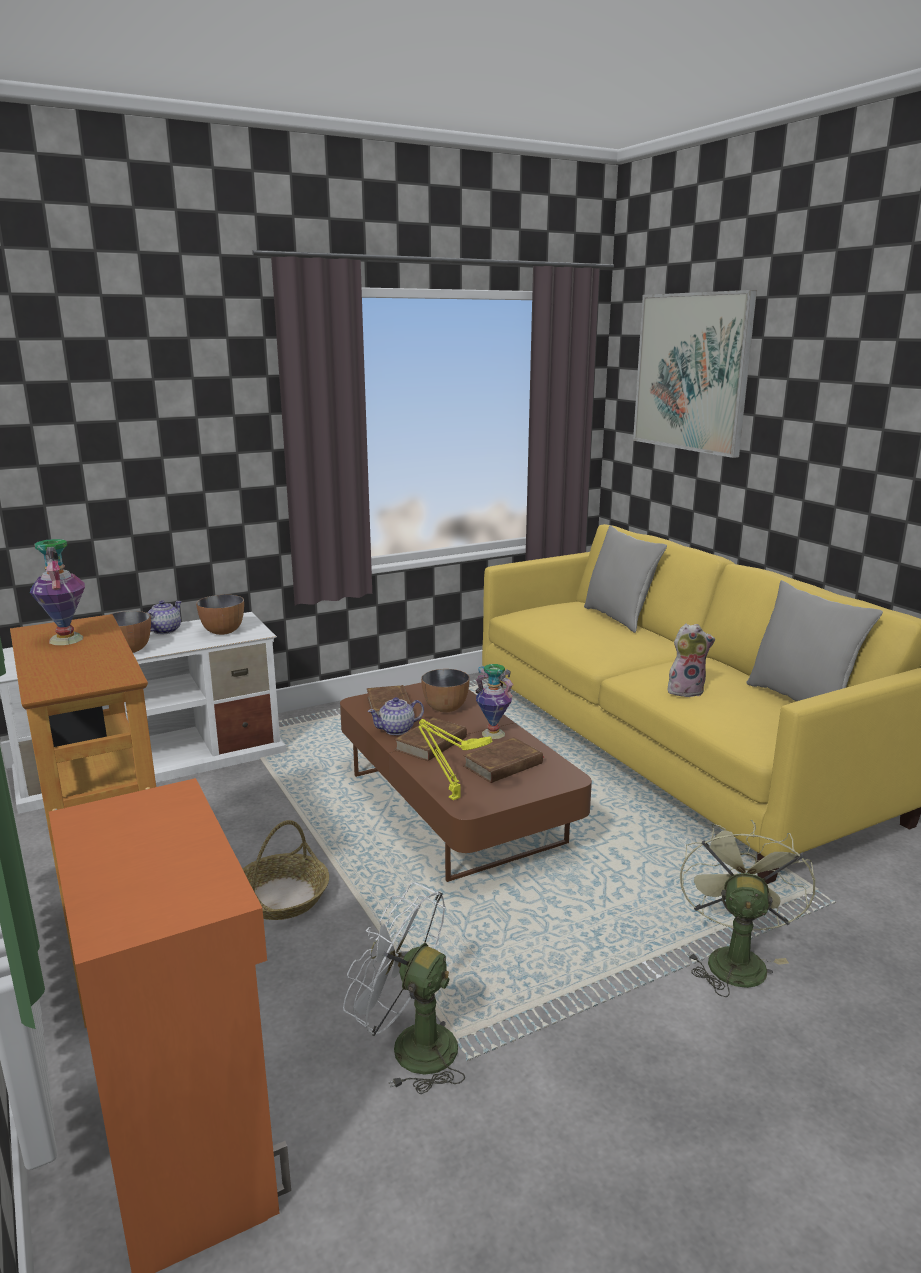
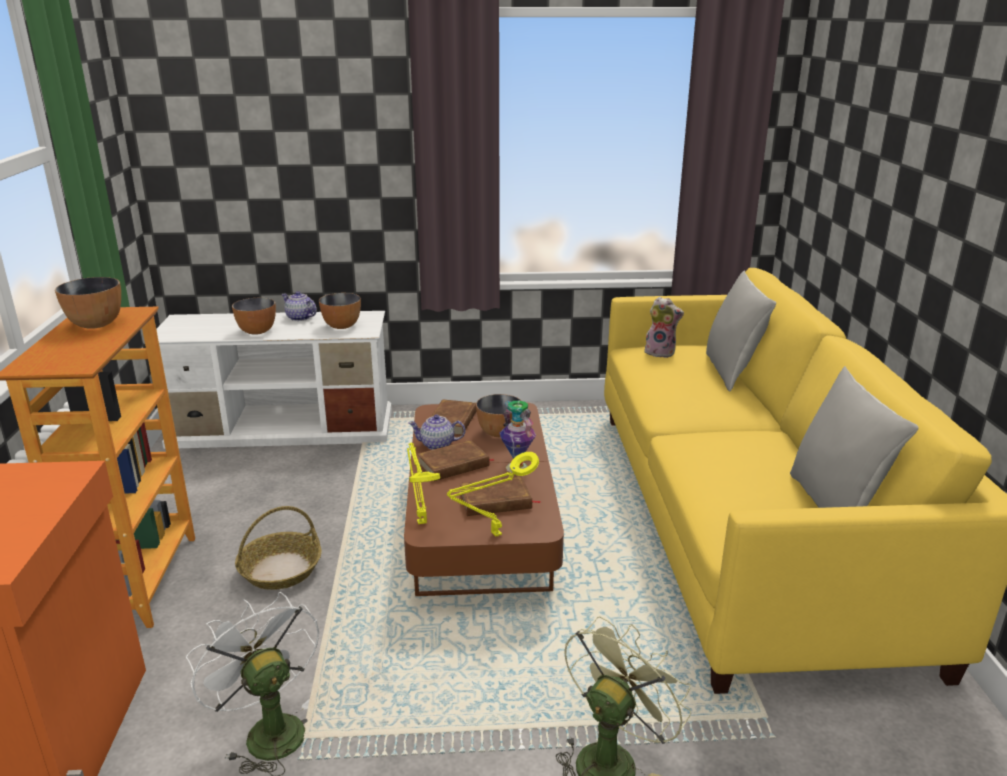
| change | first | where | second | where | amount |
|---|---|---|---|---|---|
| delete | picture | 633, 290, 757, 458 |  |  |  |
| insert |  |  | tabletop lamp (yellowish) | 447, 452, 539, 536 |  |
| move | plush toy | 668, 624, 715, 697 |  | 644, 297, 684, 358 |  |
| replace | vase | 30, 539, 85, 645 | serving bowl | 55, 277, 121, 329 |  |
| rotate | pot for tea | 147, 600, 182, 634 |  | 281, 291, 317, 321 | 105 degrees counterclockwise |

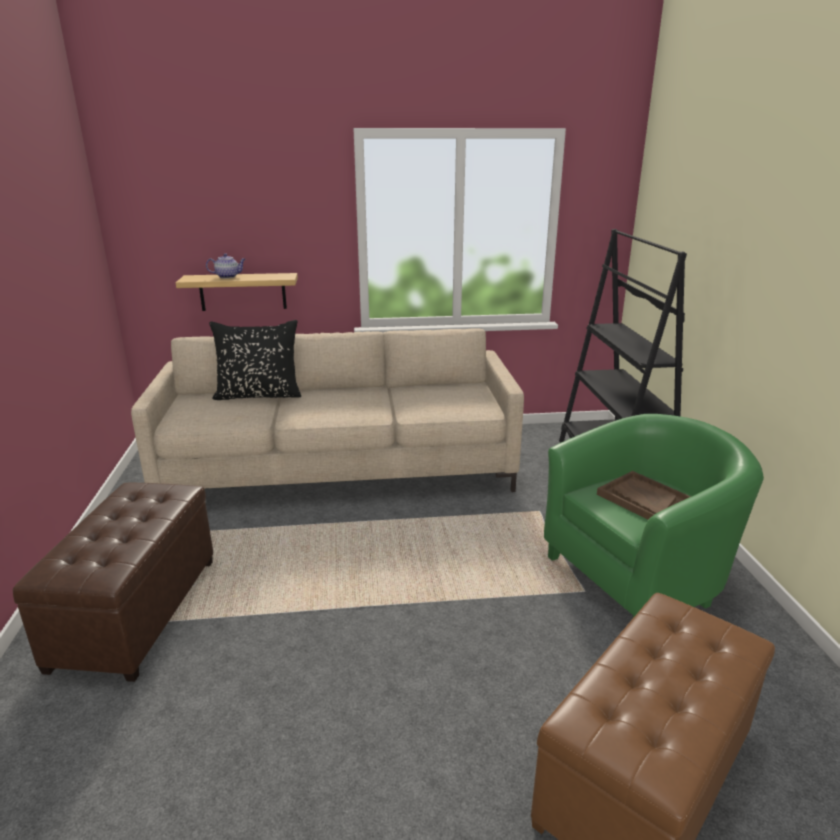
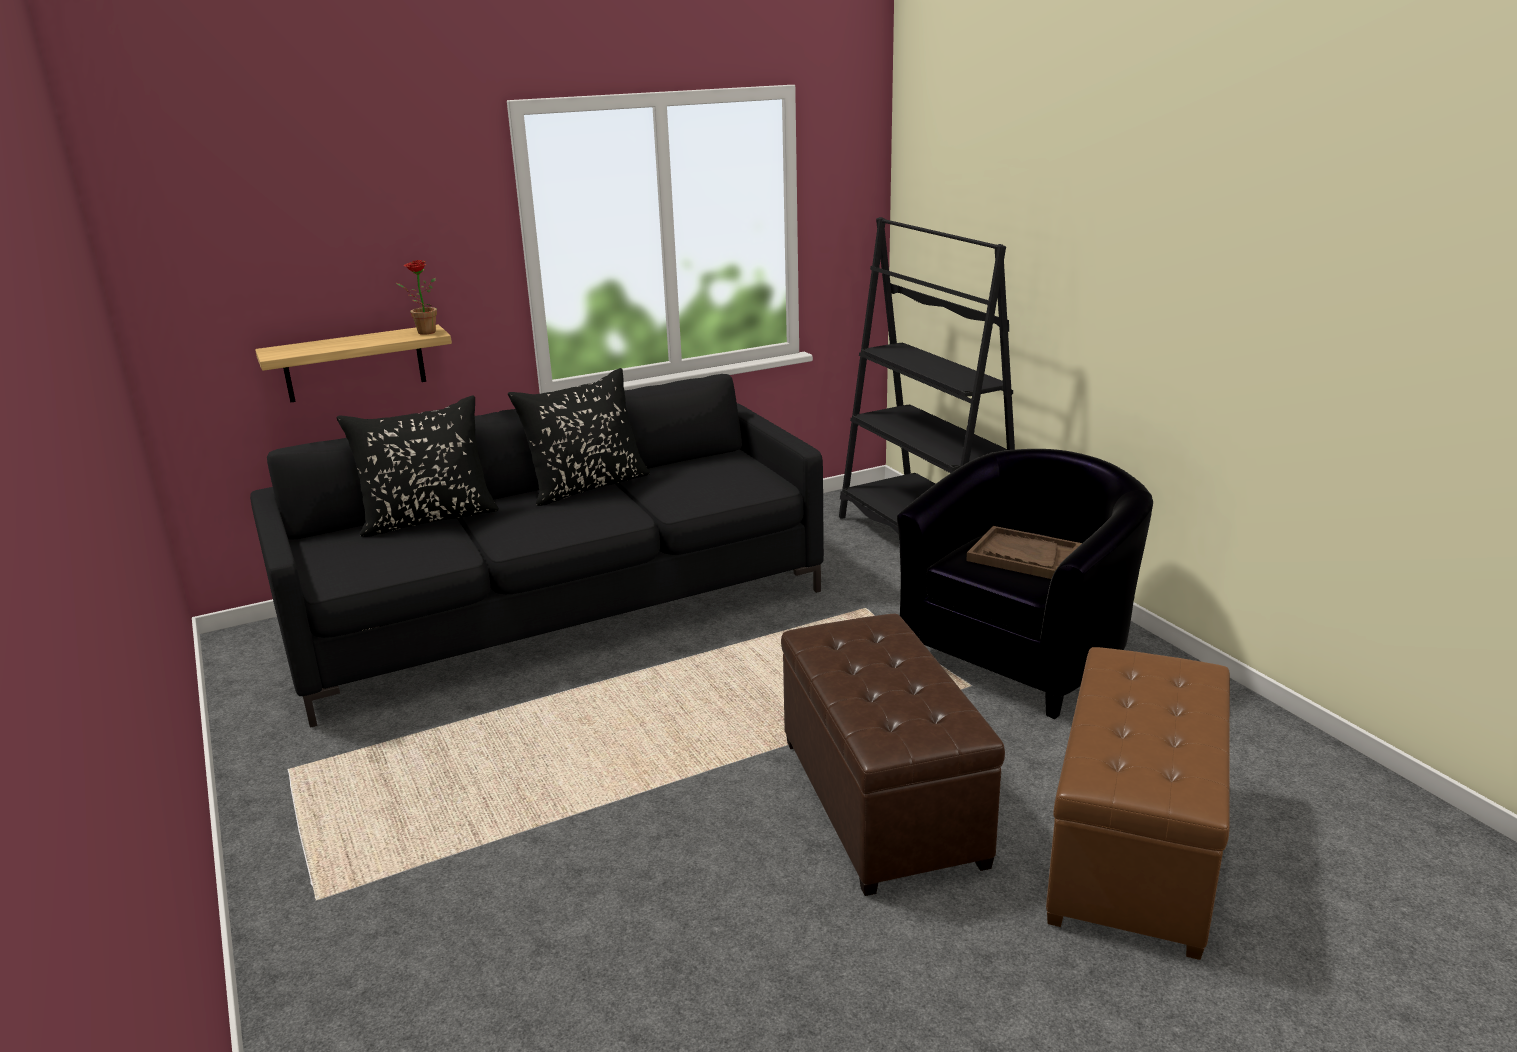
| change | first | where | second | where | amount |
|---|---|---|---|---|---|
| delete | pot for tea | 206, 253, 246, 278 |  |  |  |
| insert |  |  | potted plant | 396, 260, 437, 335 |  |
| insert |  |  | cushion (blackish) | 508, 368, 650, 506 |  |
| move | pouffe (brownish) | 13, 483, 213, 682 |  | 781, 614, 1005, 896 |  |
| recolor | settee (beige) | 131, 328, 524, 492 | settee (blackish) | 250, 374, 824, 728 |  |
| recolor | armchair (green) | 544, 414, 764, 618 | armchair (blackish) | 897, 449, 1153, 719 |  |

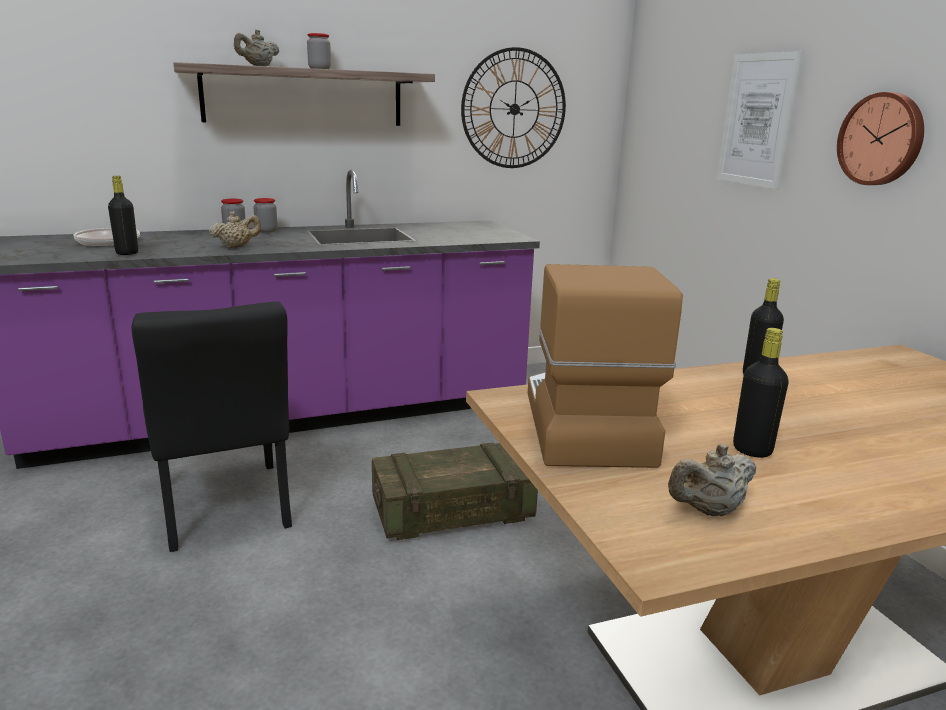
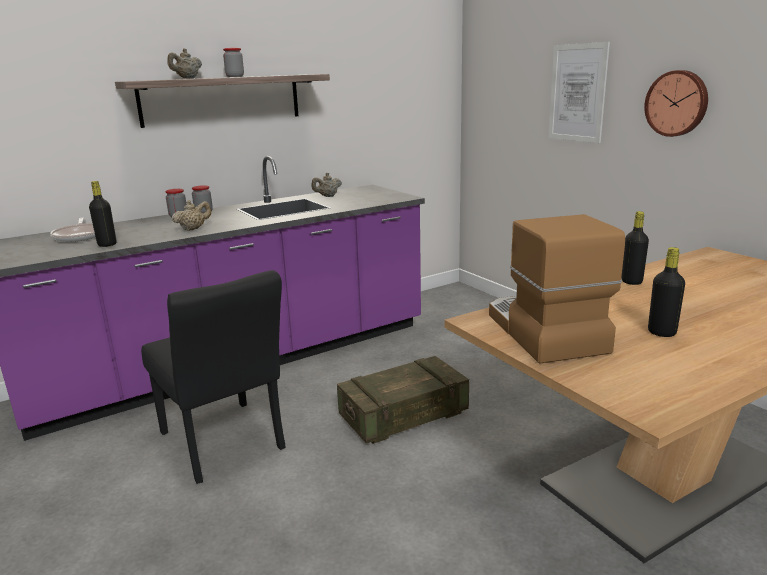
| change | first | where | second | where | amount |
|---|---|---|---|---|---|
| delete | clock on the wall | 461, 47, 566, 168 |  |  |  |
| move | pot for tea (beige) | 668, 444, 756, 516 |  | 311, 173, 342, 197 |  |

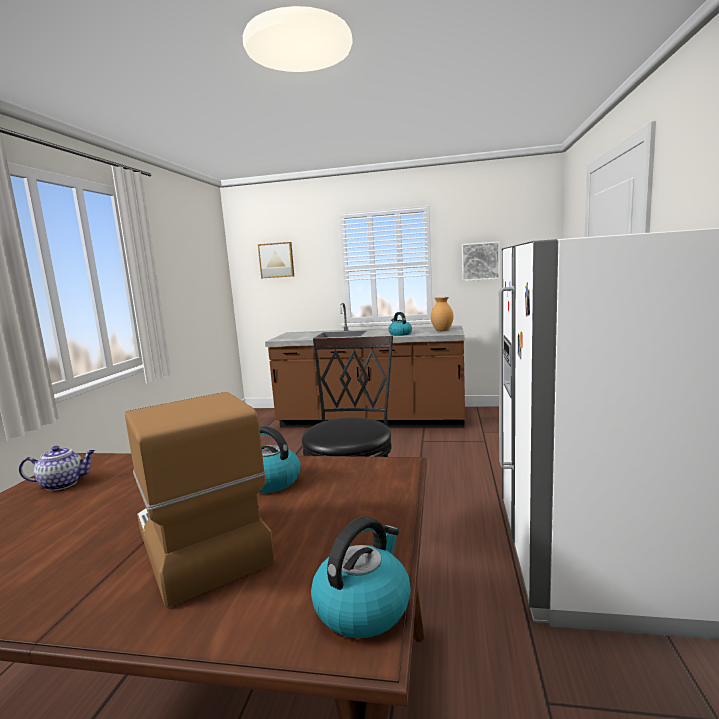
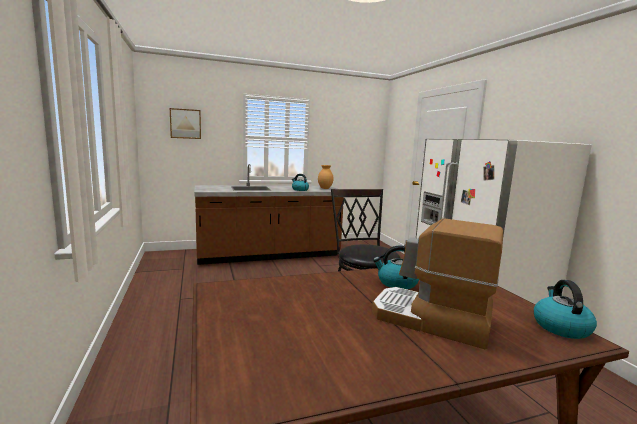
| change | first | where | second | where | amount |
|---|---|---|---|---|---|
| delete | pot for tea | 19, 446, 95, 491 |  |  |  |
| delete | picture | 462, 241, 500, 281 |  |  |  |

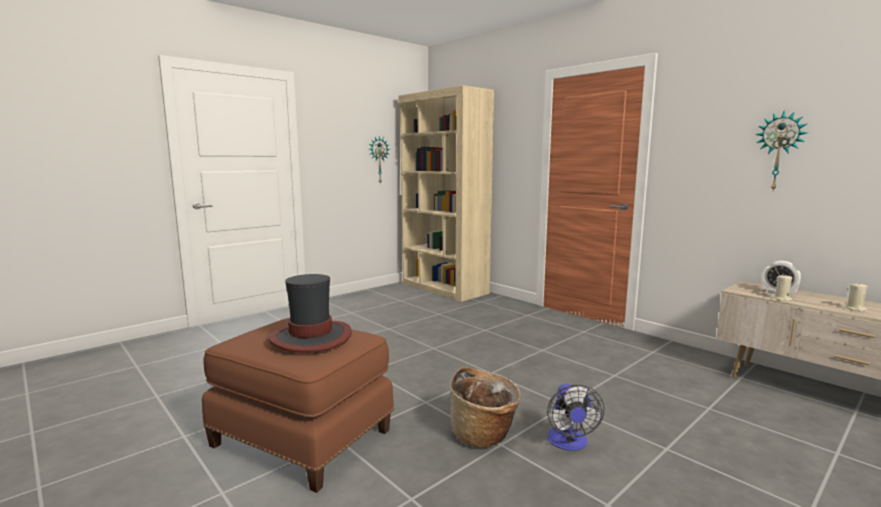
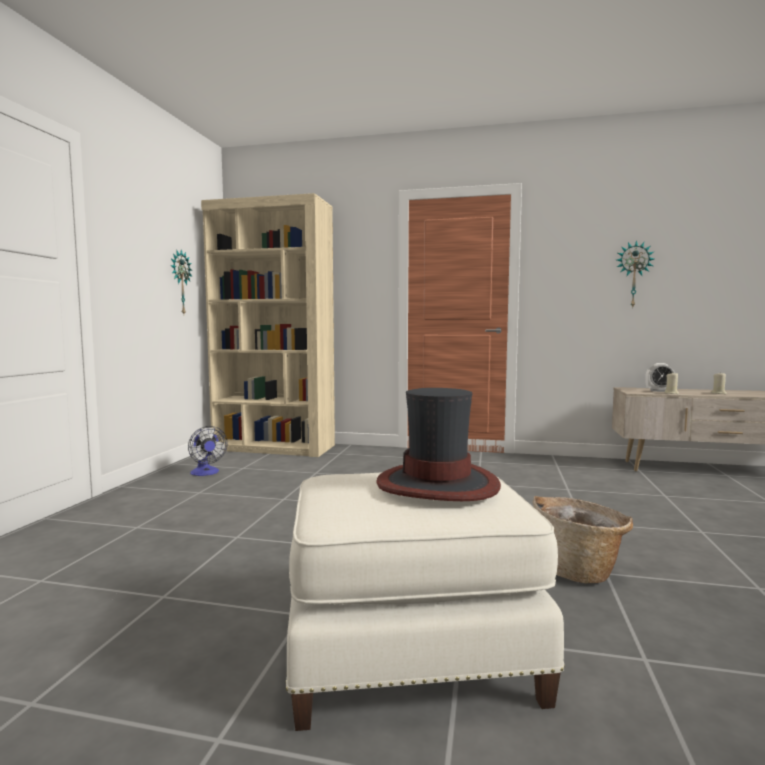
| change | first | where | second | where | amount |
|---|---|---|---|---|---|
| move | fan | 547, 384, 605, 451 |  | 188, 426, 228, 476 |  |
| recolor | pouffe (brownish) | 202, 318, 394, 493 | pouffe (white) | 285, 472, 565, 731 |  |

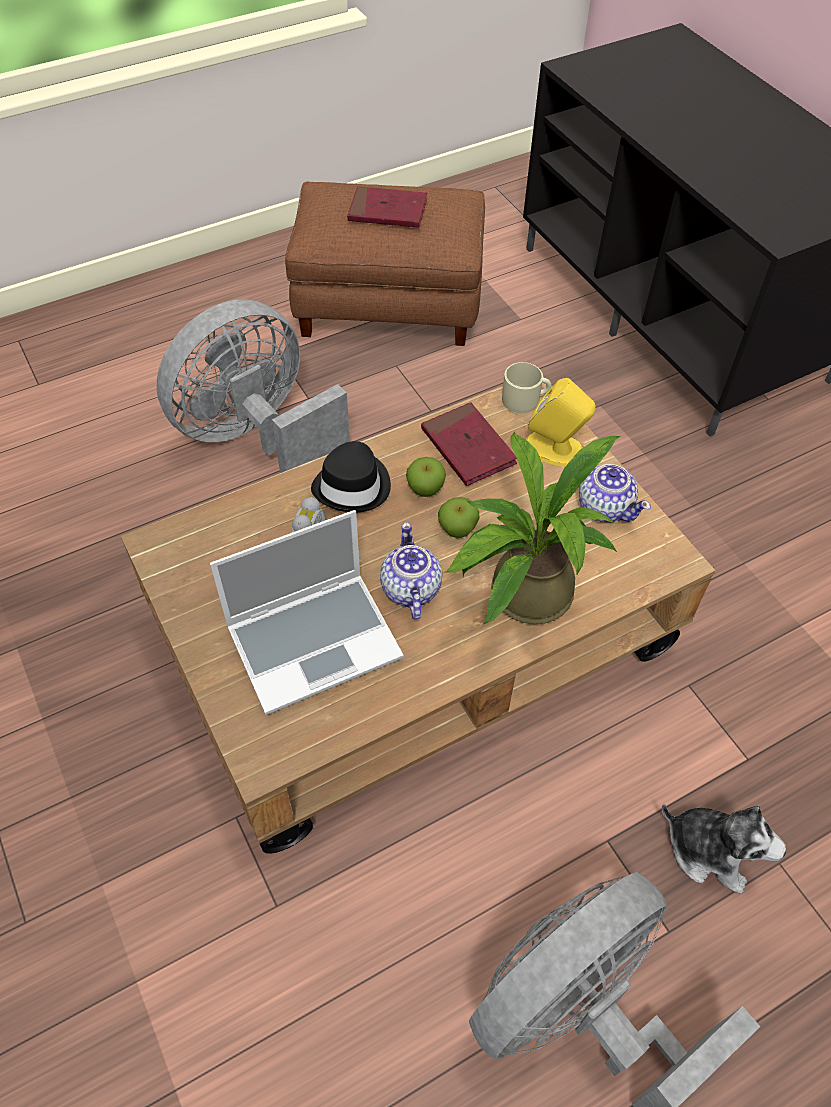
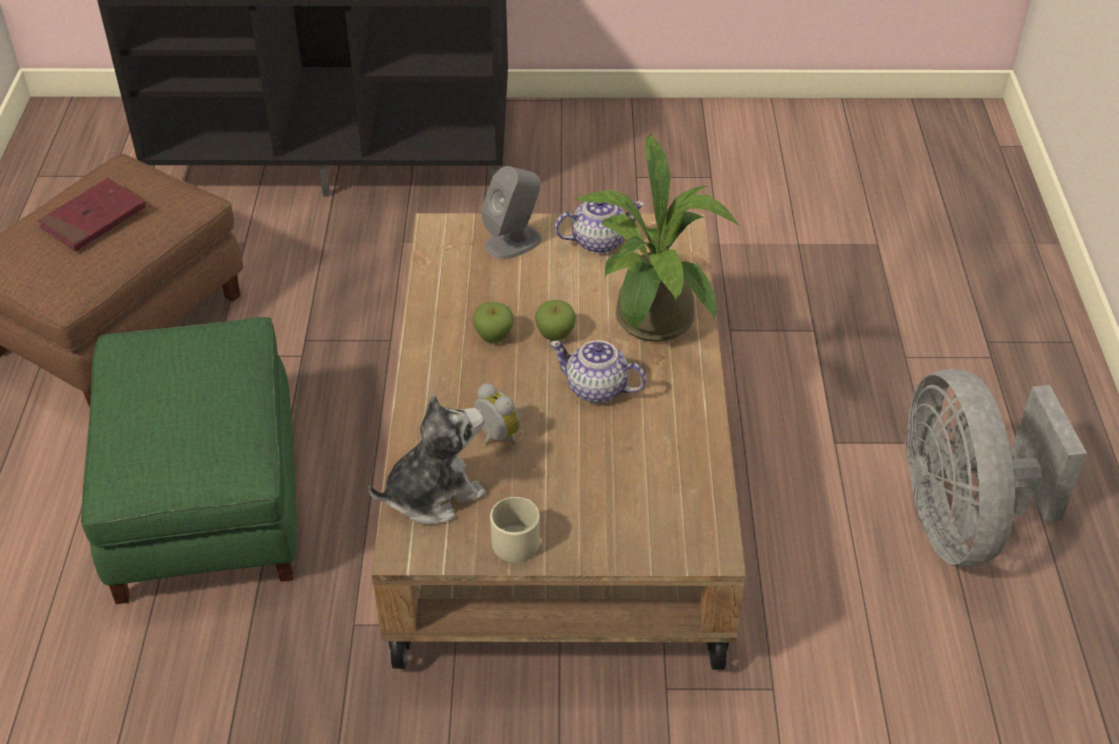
| change | first | where | second | where | amount |
|---|---|---|---|---|---|
| delete | portable computer | 210, 510, 404, 715 |  |  |  |
| delete | hat (blackish) | 311, 441, 391, 512 |  |  |  |
| delete | volume (red) | 421, 402, 517, 486 |  |  |  |
| move | coffee mug (beige) | 502, 362, 551, 413 |  | 490, 497, 540, 562 |  |
| move | plush toy | 662, 804, 786, 894 |  | 368, 394, 486, 524 |  |
| replace | fan (gray) | 156, 299, 350, 473 | pouffe (green) | 81, 317, 297, 604 |  |
| recolor | audio speaker (yellowish) | 526, 378, 596, 467 | audio speaker (gray) | 481, 166, 542, 259 |  |

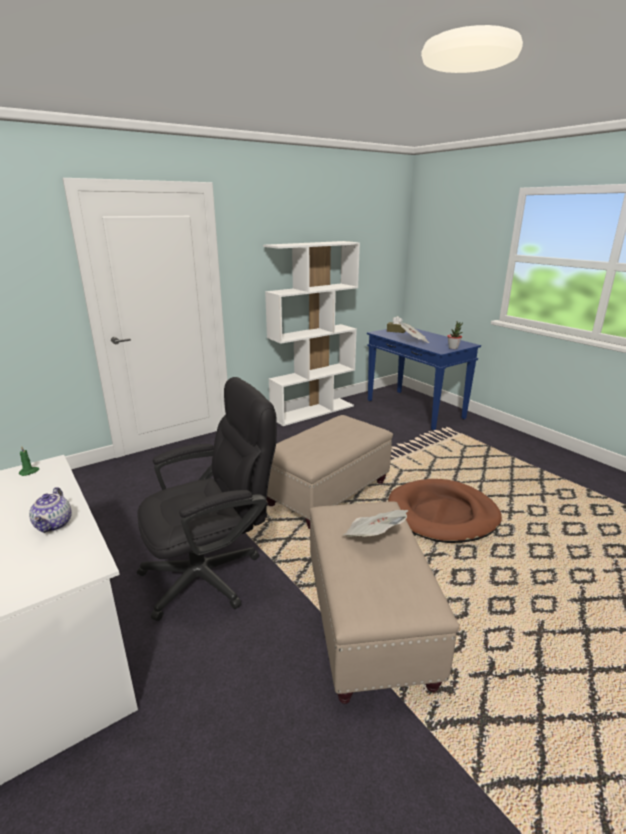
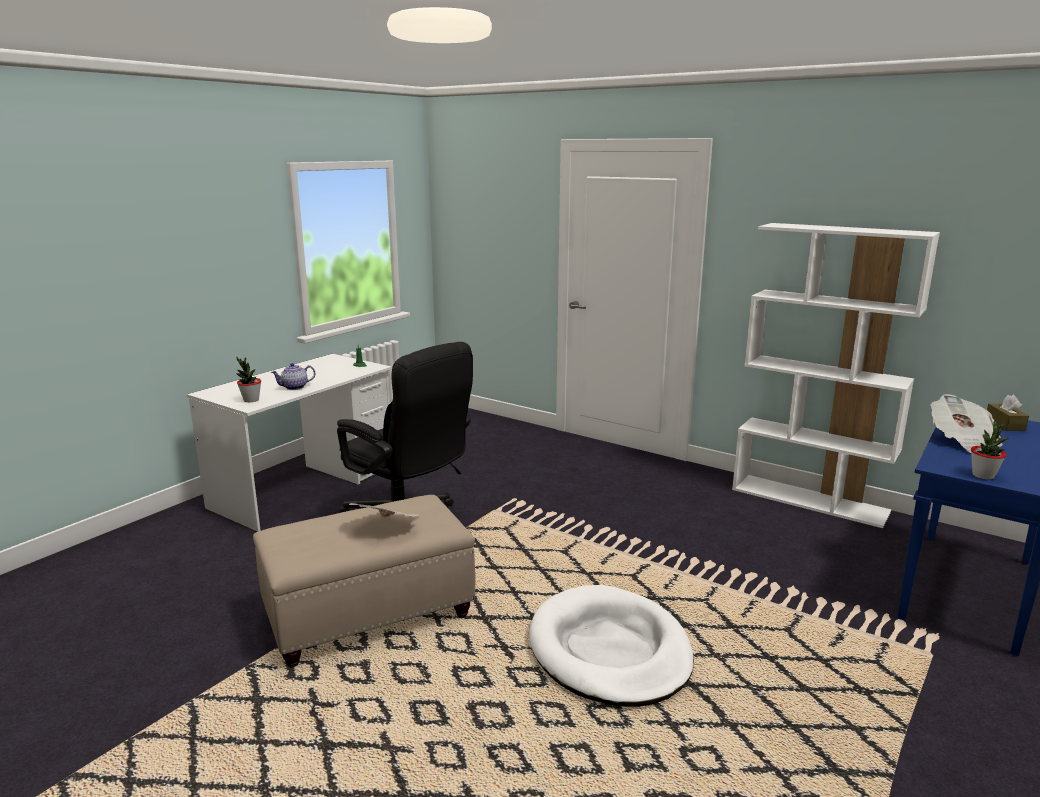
| change | first | where | second | where | amount |
|---|---|---|---|---|---|
| delete | pouffe (beige) | 267, 415, 393, 529 |  |  |  |
| insert |  |  | potted plant | 236, 357, 261, 402 |  |
| recolor | pet bed (brownish) | 388, 479, 502, 543 | pet bed (white) | 529, 585, 694, 707 |  |

